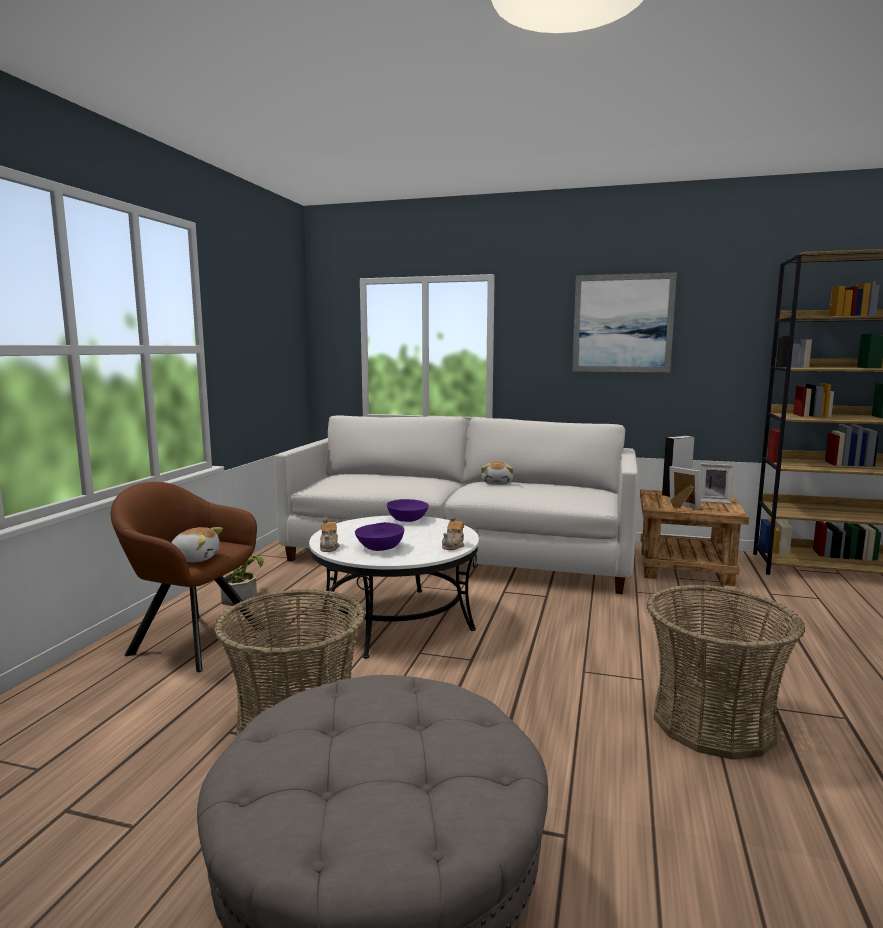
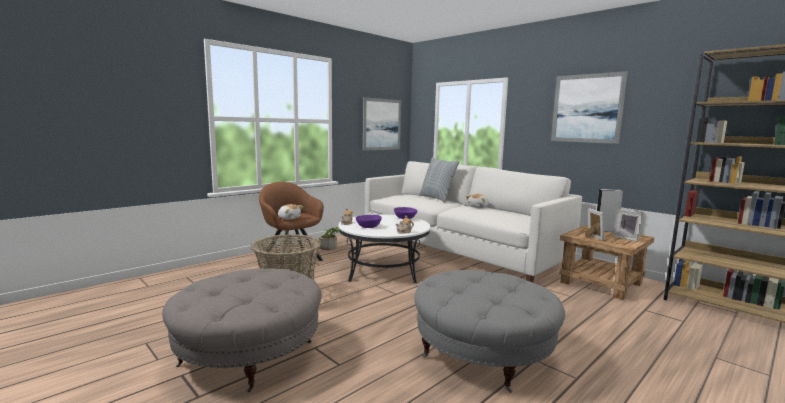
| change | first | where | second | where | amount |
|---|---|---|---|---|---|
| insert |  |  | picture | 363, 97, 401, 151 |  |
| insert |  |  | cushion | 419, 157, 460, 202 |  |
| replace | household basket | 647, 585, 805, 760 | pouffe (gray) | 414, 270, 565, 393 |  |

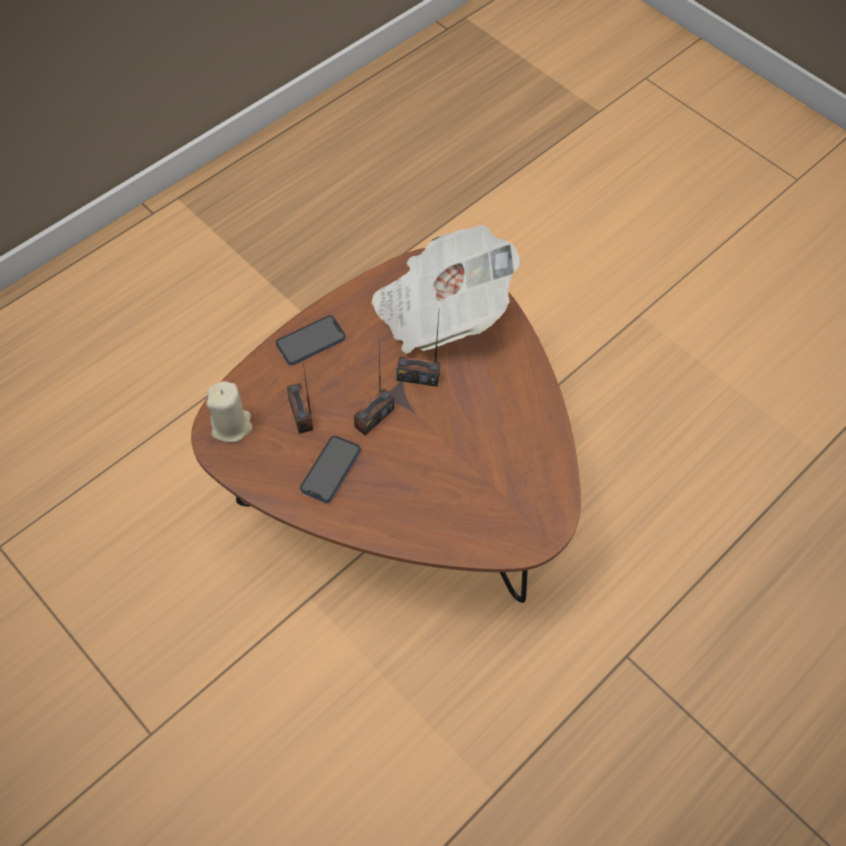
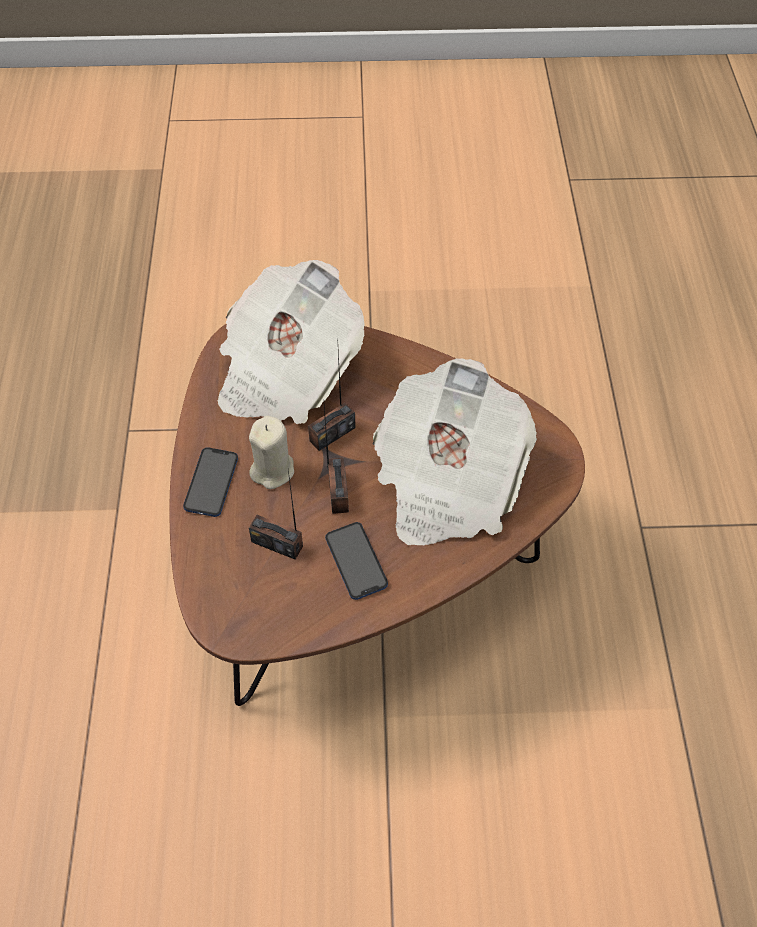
| change | first | where | second | where | amount |
|---|---|---|---|---|---|
| insert |  |  | daily paper | 373, 358, 537, 545 |  |
| move | candle (beige) | 206, 381, 252, 442 |  | 249, 416, 294, 489 |  |

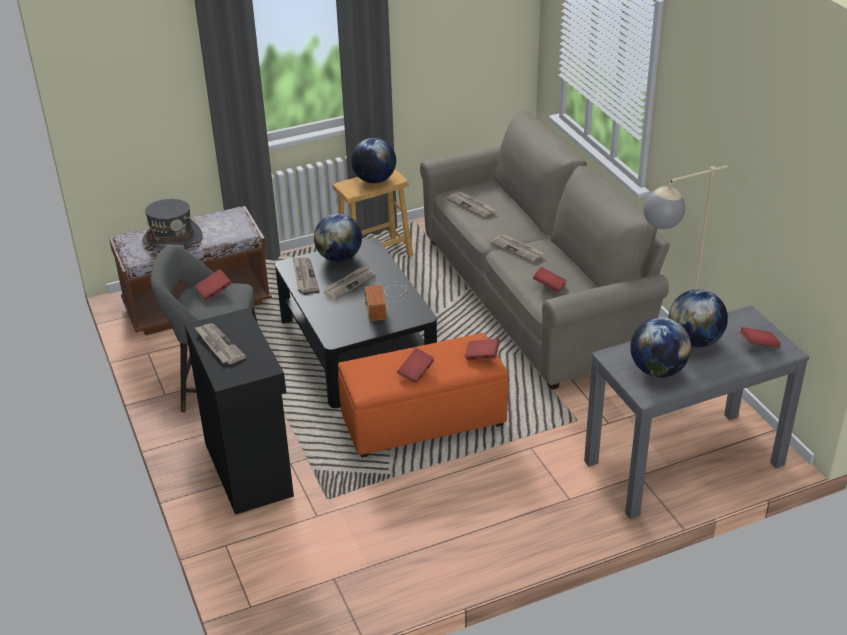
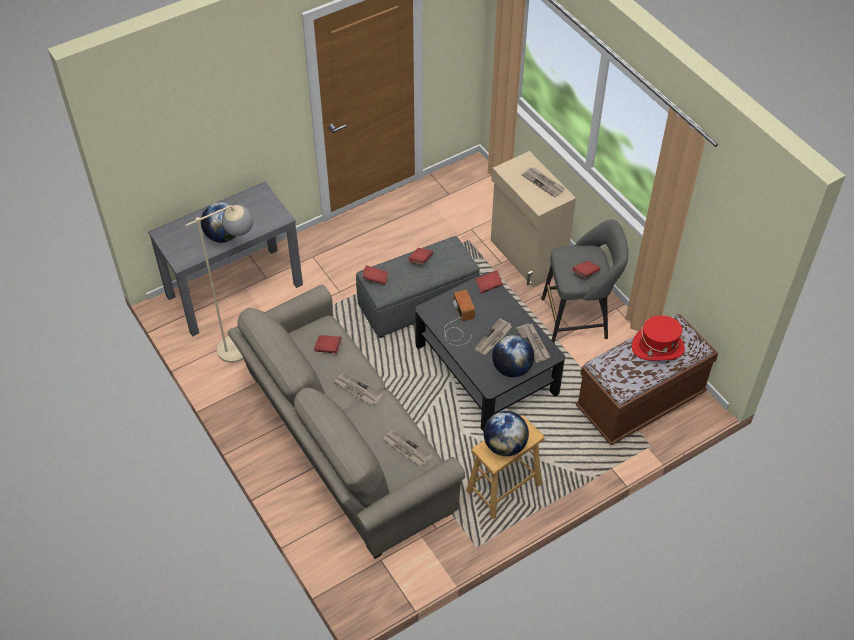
| change | first | where | second | where | amount |
|---|---|---|---|---|---|
| delete | world globe | 630, 317, 691, 377 |  |  |  |
| move | volume (red) | 739, 327, 781, 348 |  | 475, 270, 503, 294 |  |
| recolor | hat (gray) | 142, 199, 203, 245 | hat (red) | 632, 316, 685, 361 |  |
| recolor | cupboard (blackish) | 185, 308, 294, 515 | cupboard (beige) | 491, 151, 576, 287 |  |
| recolor | pouffe (orangey) | 338, 333, 508, 458 | pouffe (gray) | 356, 236, 480, 338 |  |

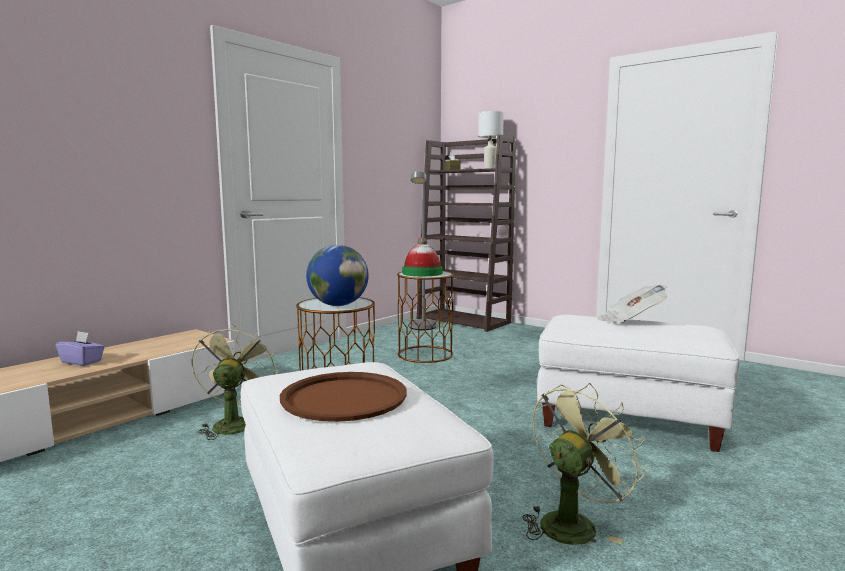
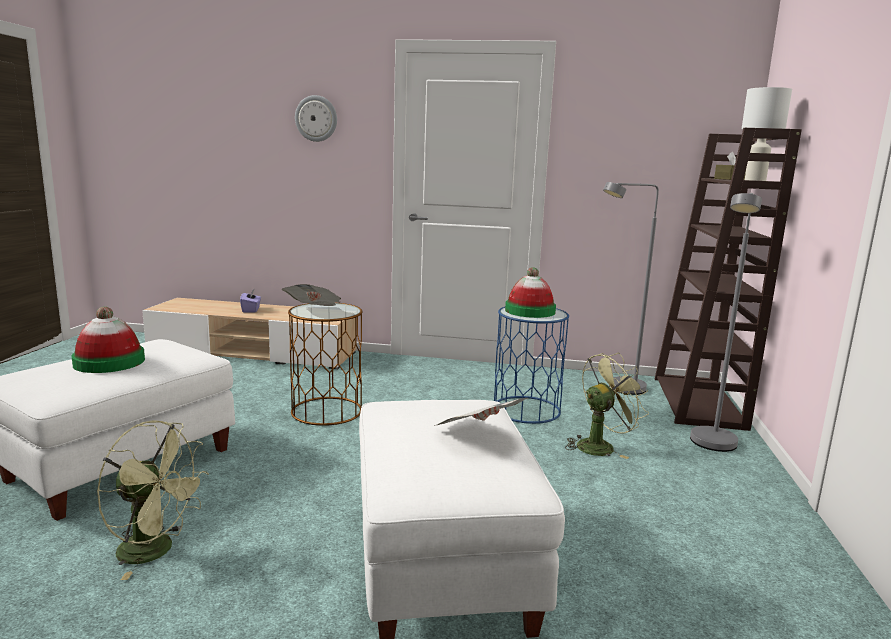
| change | first | where | second | where | amount |
|---|---|---|---|---|---|
| insert |  |  | clock on the wall | 295, 95, 337, 142 |  |
| insert |  |  | floor lamp (gray) | 690, 193, 762, 452 |  |
| move | fan (green) | 191, 324, 277, 440 |  | 565, 353, 649, 459 |  |
| replace | carrying tray (brownish) | 280, 372, 407, 422 | hat | 71, 306, 145, 373 |  |
| replace | world globe | 306, 245, 369, 306 | daily paper | 282, 284, 341, 306 |  |
| recolor | accent table (brownish) | 397, 271, 454, 363 | accent table (bluish) | 494, 307, 569, 424 |  |

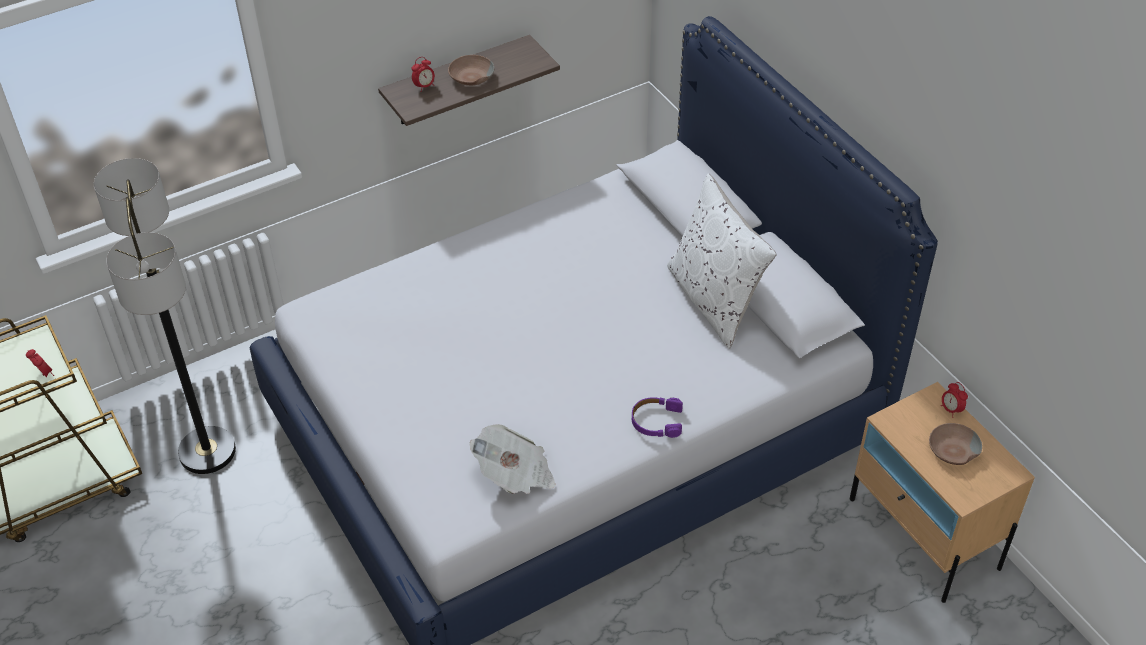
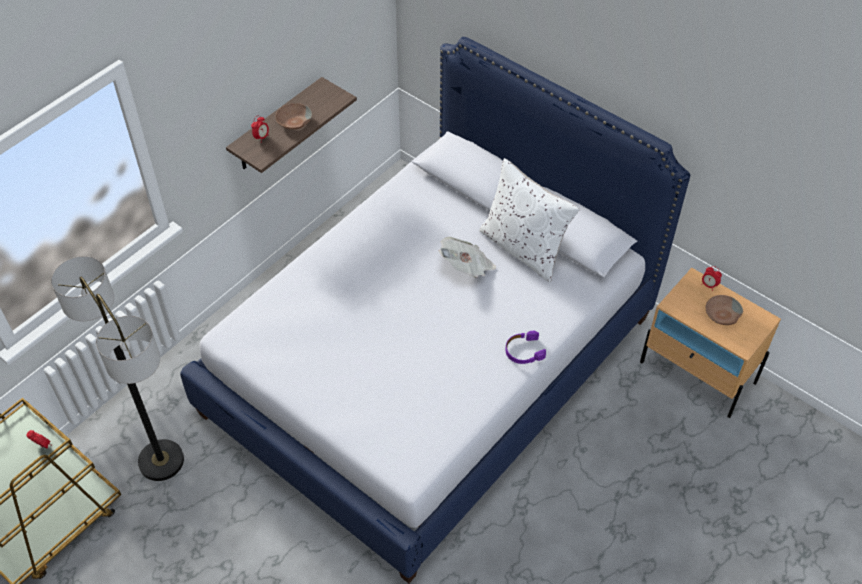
| change | first | where | second | where | amount |
|---|---|---|---|---|---|
| move | daily paper | 469, 424, 556, 494 |  | 438, 237, 496, 278 |  |

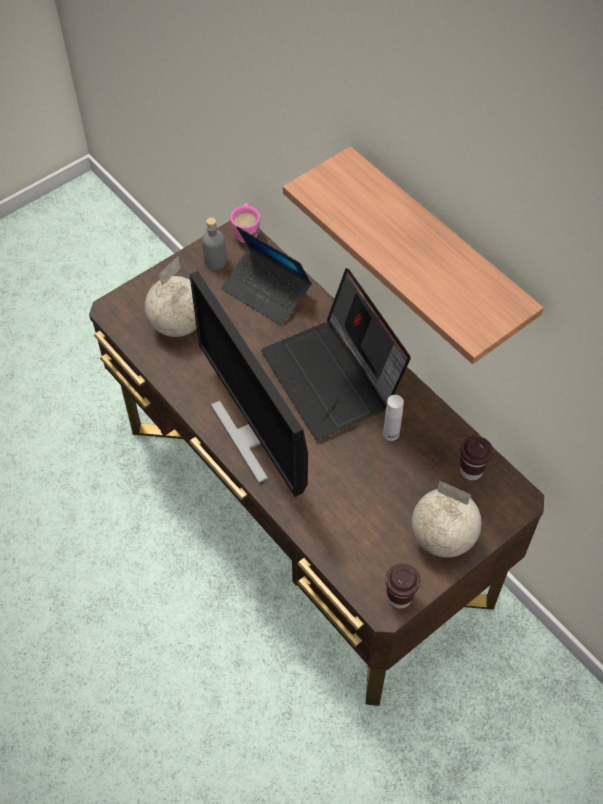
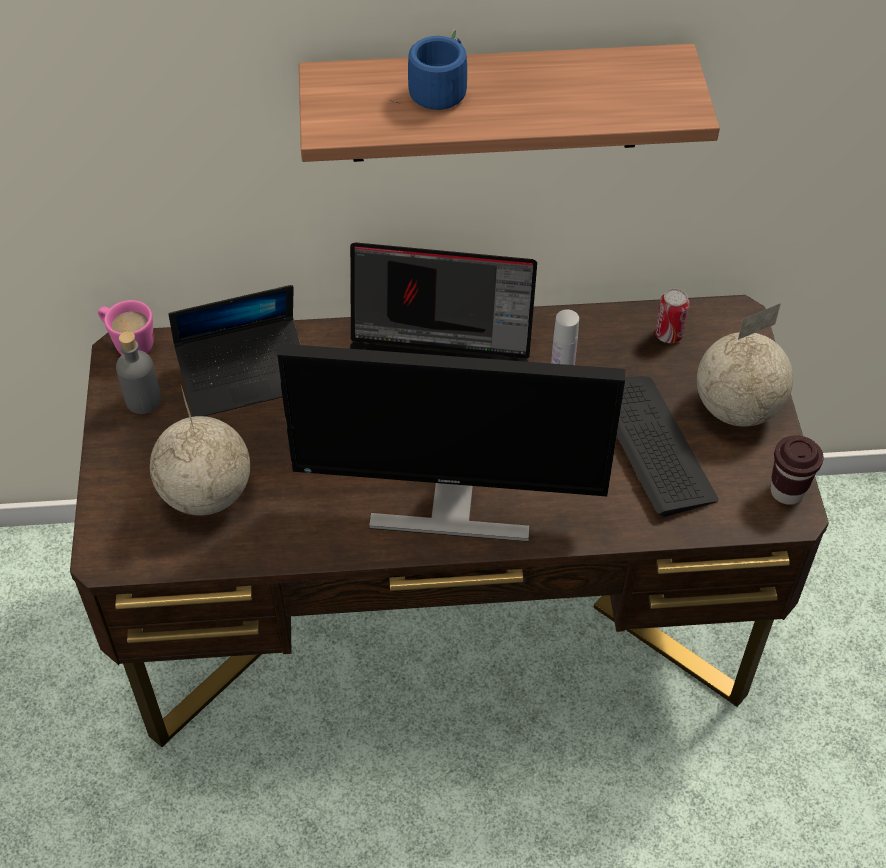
| change | first | where | second | where | amount |
|---|---|---|---|---|---|
| insert |  |  | coffee mug (bluish) | 390, 29, 467, 110 |  |
| insert |  |  | computer keyboard | 617, 376, 719, 517 |  |
| replace | small cup (brownish) | 460, 436, 493, 480 | can | 655, 288, 690, 343 |  |

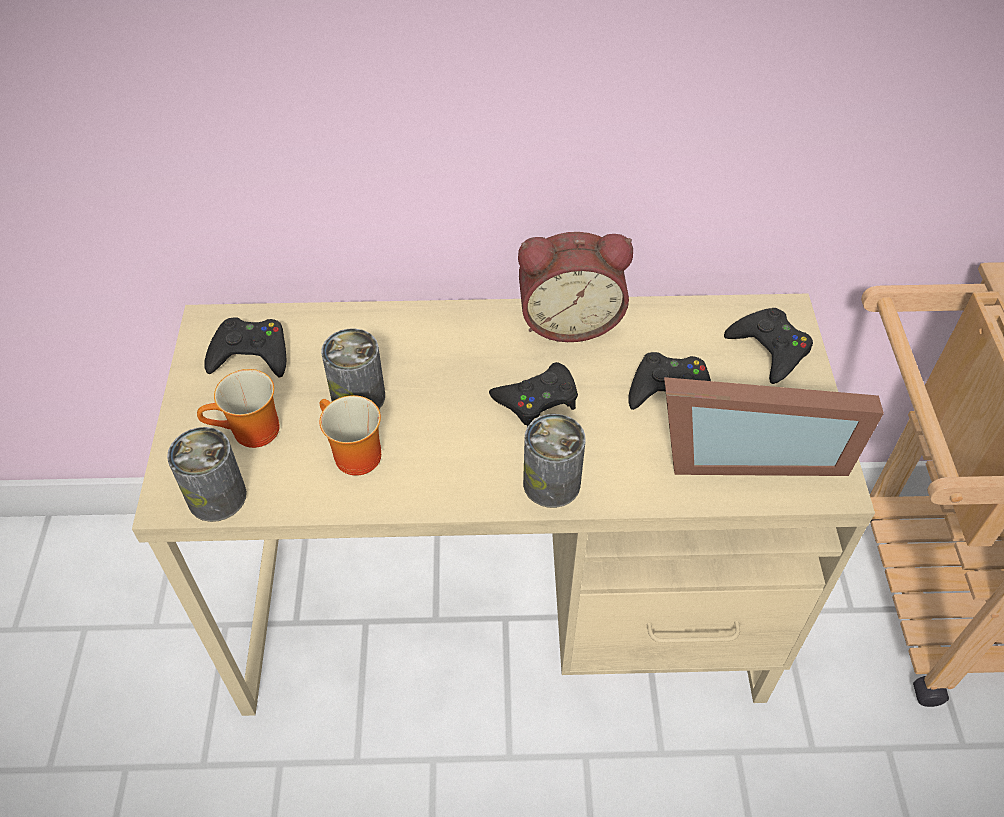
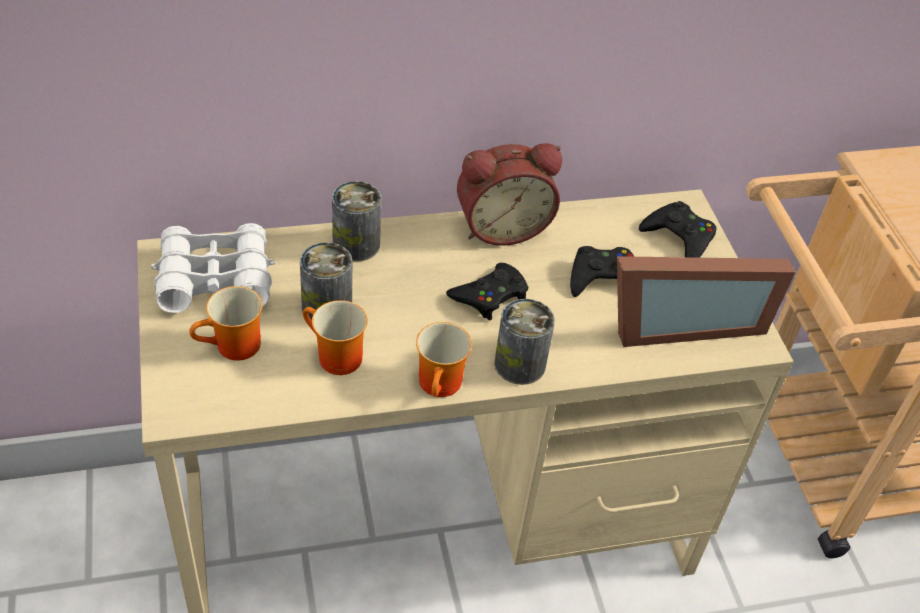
| change | first | where | second | where | amount |
|---|---|---|---|---|---|
| insert |  |  | coffee mug | 416, 322, 472, 397 |  |
| move | can | 167, 427, 247, 522 |  | 332, 181, 381, 261 |  |
| replace | joypad (blackish) | 204, 317, 286, 377 | field glasses (white) | 151, 223, 275, 313 |  |

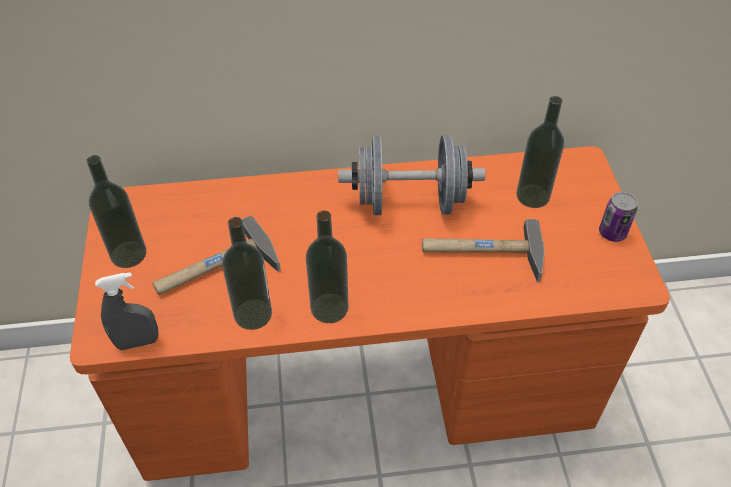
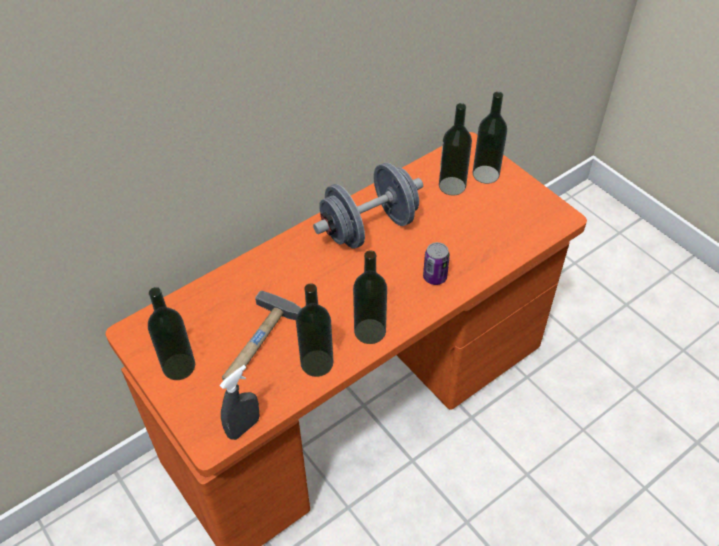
| change | first | where | second | where | amount |
|---|---|---|---|---|---|
| delete | tool hammer | 422, 219, 545, 282 |  |  |  |
| insert |  |  | bottle | 473, 92, 507, 184 |  |
| move | can | 599, 192, 638, 242 |  | 423, 242, 450, 285 |  |

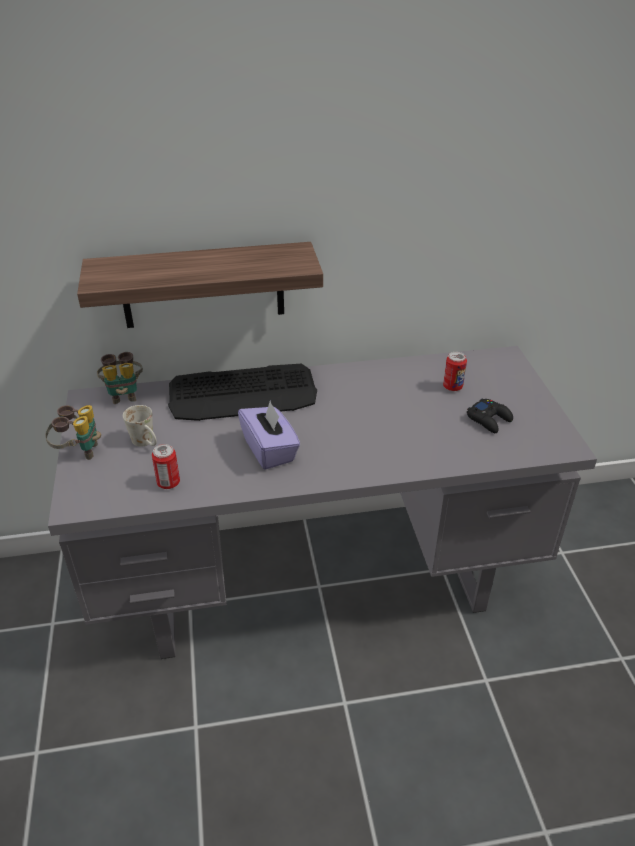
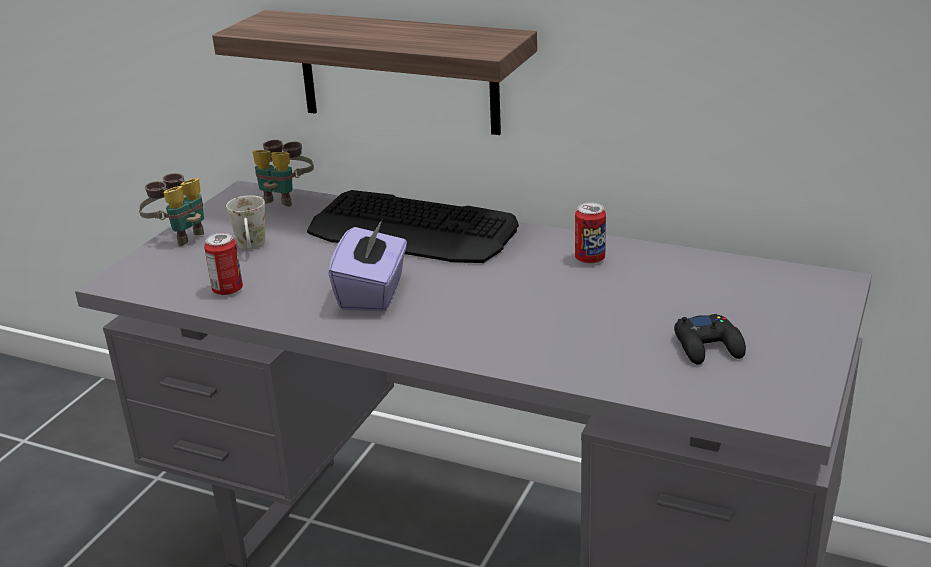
| change | first | where | second | where | amount |
|---|---|---|---|---|---|
| move | can | 443, 352, 467, 391 |  | 575, 202, 606, 264 |  |

